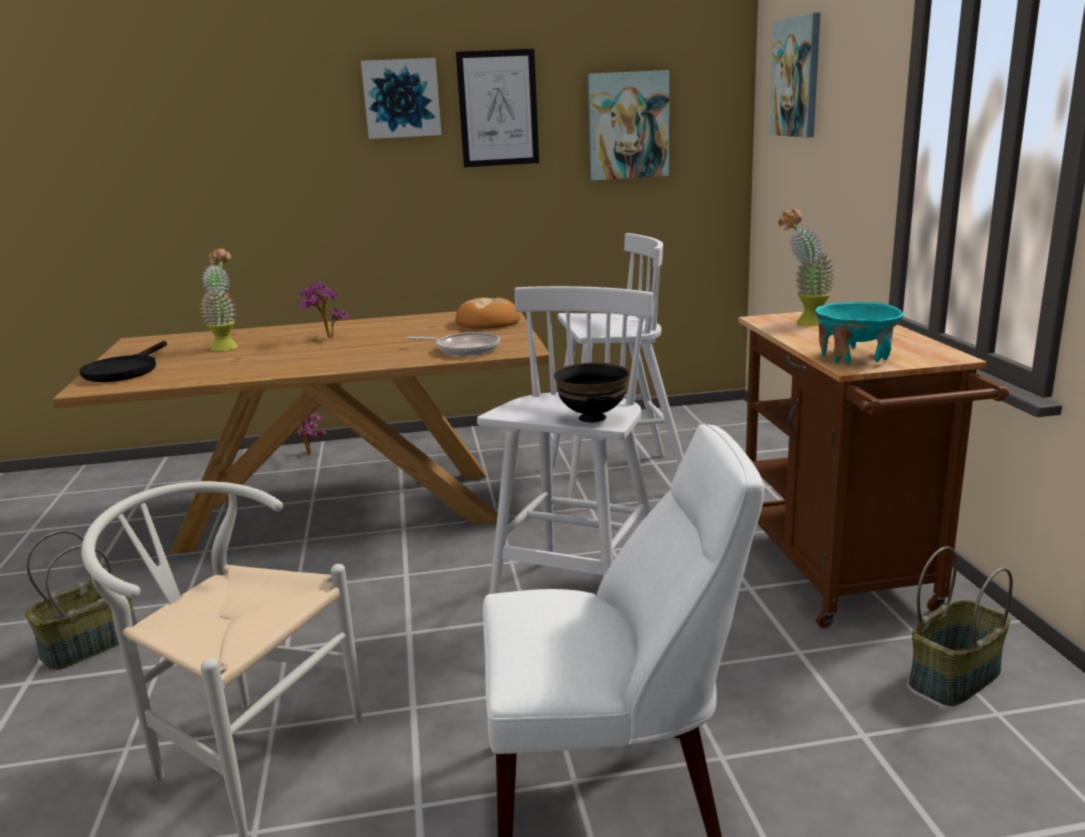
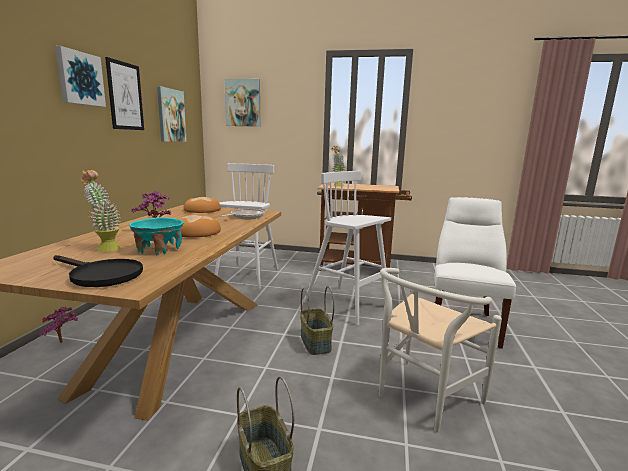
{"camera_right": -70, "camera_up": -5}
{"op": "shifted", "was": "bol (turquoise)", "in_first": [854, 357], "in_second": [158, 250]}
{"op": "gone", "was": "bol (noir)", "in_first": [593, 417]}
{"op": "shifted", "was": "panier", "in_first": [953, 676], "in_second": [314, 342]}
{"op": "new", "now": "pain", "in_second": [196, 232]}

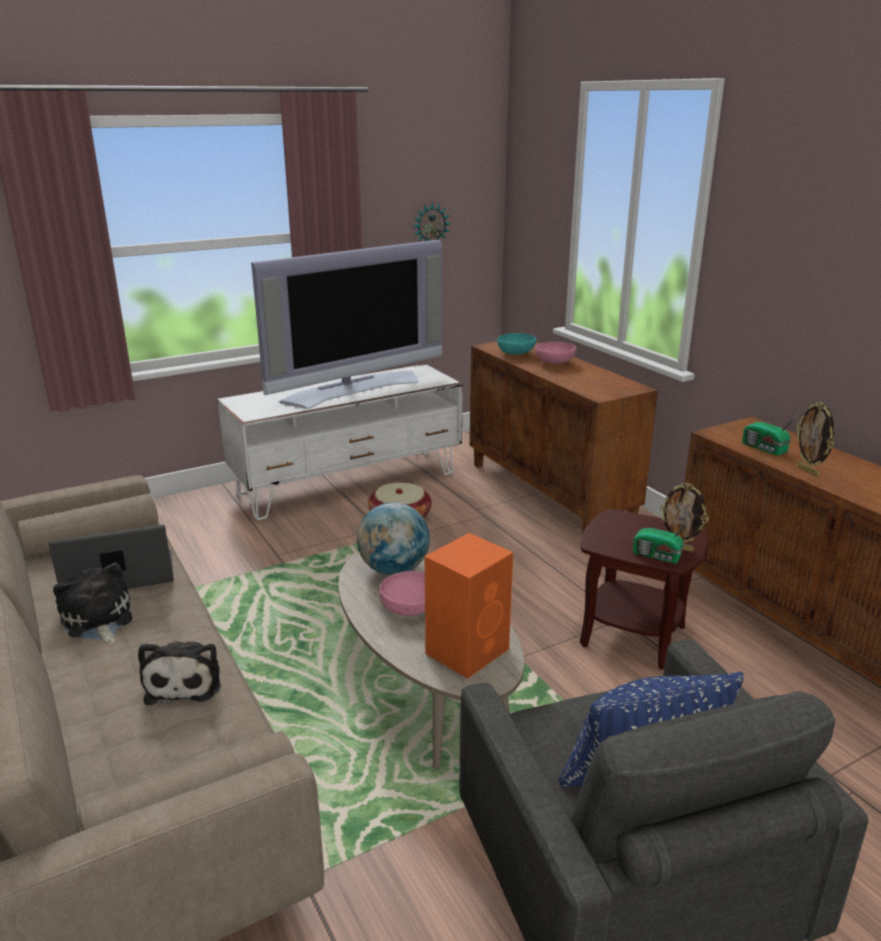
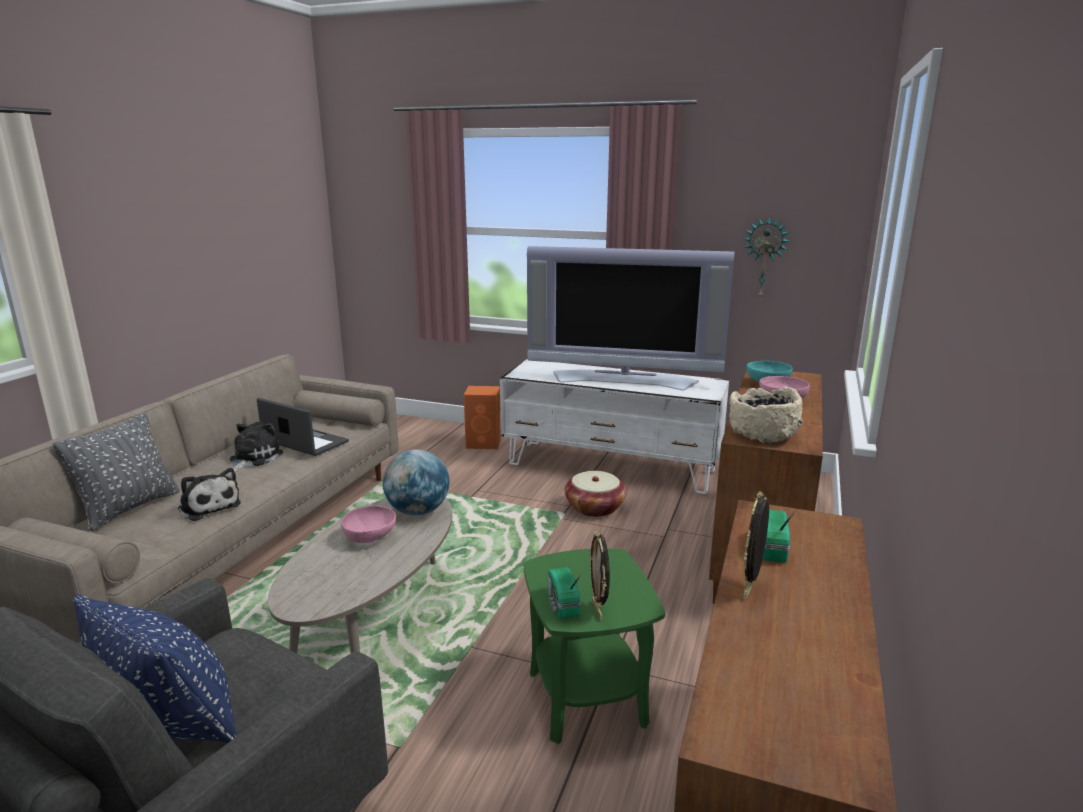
{"camera_right": 50, "camera_up": -5}
{"op": "repainted", "was": "table d'appoint (marron)", "now": "table d'appoint (vert)", "in_first": [633, 634], "in_second": [588, 697]}
{"op": "shifted", "was": "enceinte (orange)", "in_first": [468, 650], "in_second": [484, 443]}
{"op": "rotated", "was": "peluche", "in_first": [185, 682], "in_second": [208, 506], "clockwise": -90}
{"op": "new", "now": "bol (beige)", "in_second": [762, 435]}
{"op": "new", "now": "coussin (gris)", "in_second": [129, 508]}

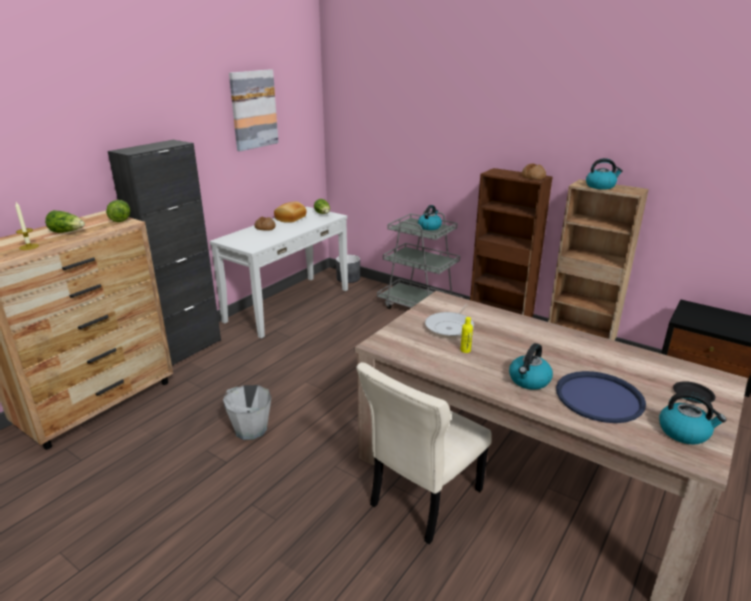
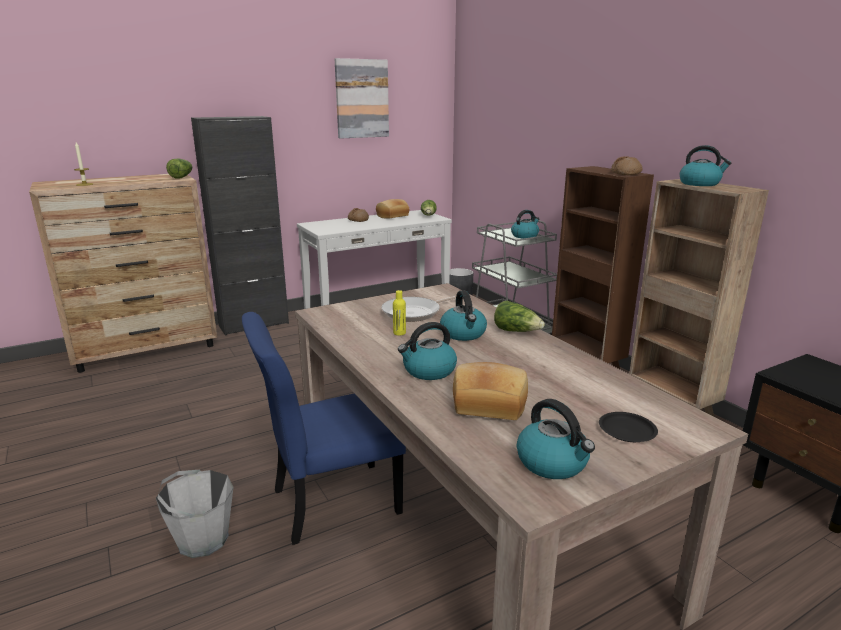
{"camera_right": 25, "camera_up": -5}
{"op": "shifted", "was": "laitue", "in_first": [67, 232], "in_second": [516, 331]}
{"op": "repainted", "was": "chaise (beige)", "now": "chaise (bleu)", "in_first": [423, 499], "in_second": [330, 502]}
{"op": "swapped", "was": "plateau (bleu)", "now": "pain", "in_first": [599, 397], "in_second": [489, 403]}
{"op": "shifted", "was": "seau (gris)", "in_first": [250, 429], "in_second": [202, 539]}
{"op": "new", "now": "bouilloire", "in_second": [463, 334]}

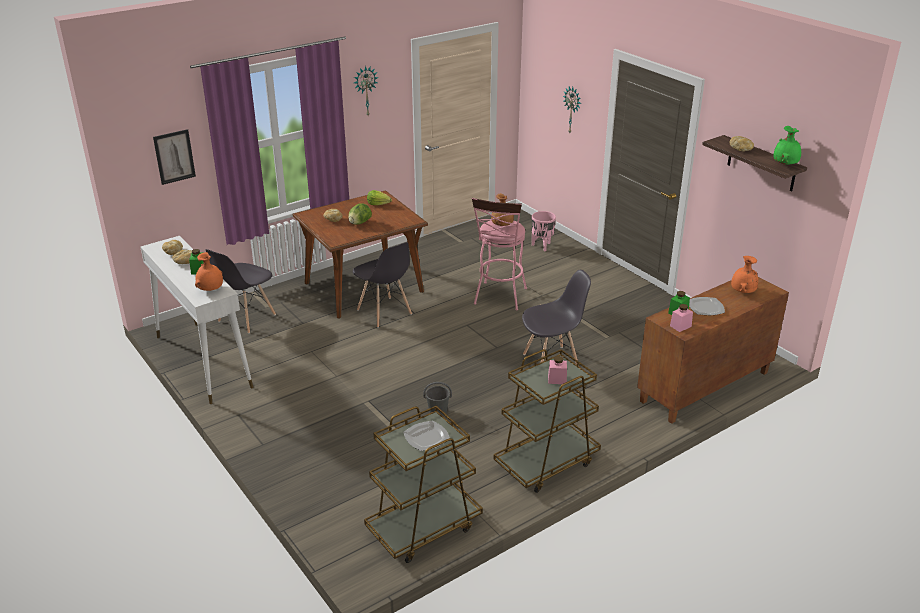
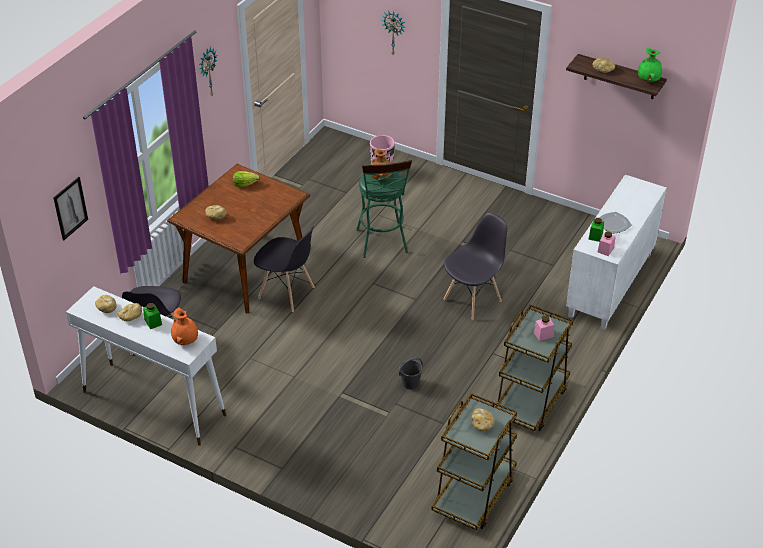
{"camera_right": -25, "camera_up": 10}
{"op": "repainted", "was": "tabouret (rose)", "now": "tabouret (vert)", "in_first": [499, 298], "in_second": [382, 244]}
{"op": "gone", "was": "laitue", "in_first": [359, 223]}
{"op": "gone", "was": "vase (orange)", "in_first": [742, 291]}
{"op": "repainted", "was": "meuble de rangement (marron)", "now": "meuble de rangement (blanc)", "in_first": [704, 388], "in_second": [610, 286]}
{"op": "swapped", "was": "assiette", "now": "pain", "in_first": [427, 437], "in_second": [482, 424]}

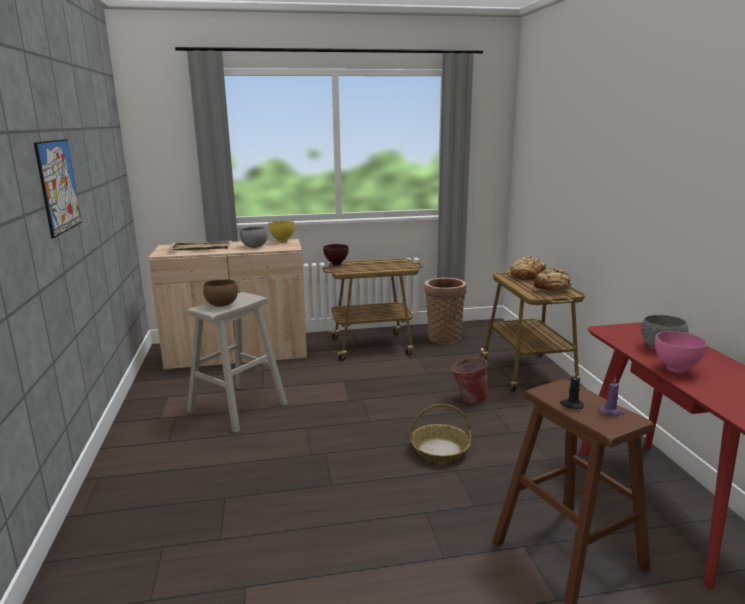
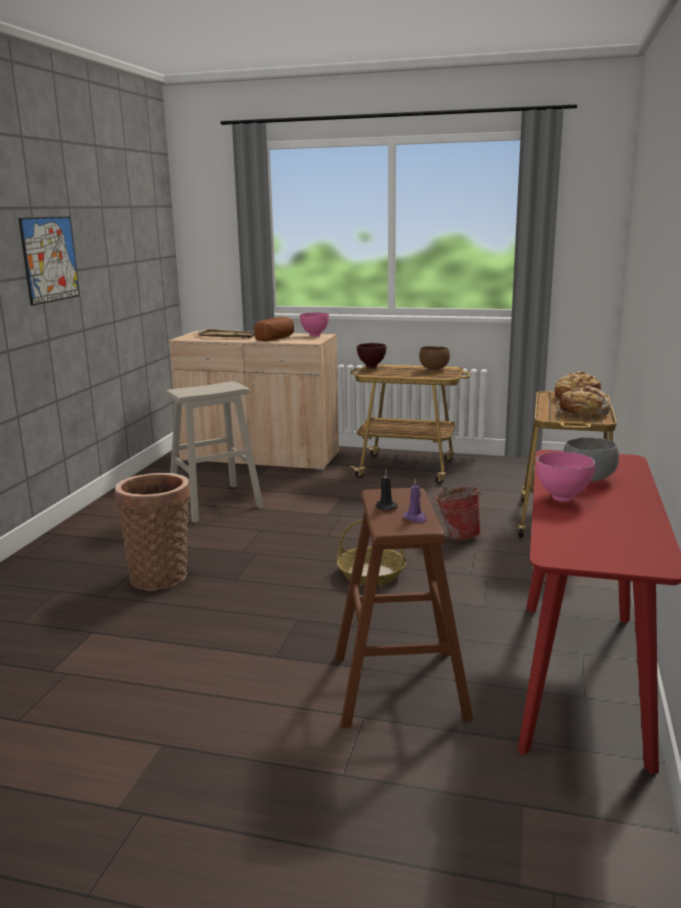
{"camera_right": 25, "camera_up": 0}
{"op": "repainted", "was": "bol (jaune)", "now": "bol (rose)", "in_first": [282, 241], "in_second": [314, 335]}
{"op": "swapped", "was": "bol (gris)", "now": "pain", "in_first": [254, 247], "in_second": [277, 338]}
{"op": "shifted", "was": "panier", "in_first": [443, 337], "in_second": [161, 576]}
{"op": "shifted", "was": "bol (marron)", "in_first": [221, 305], "in_second": [433, 369]}

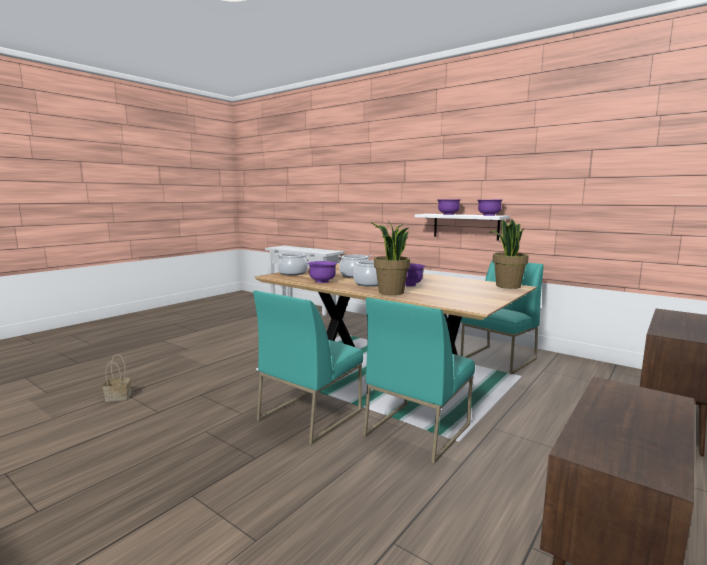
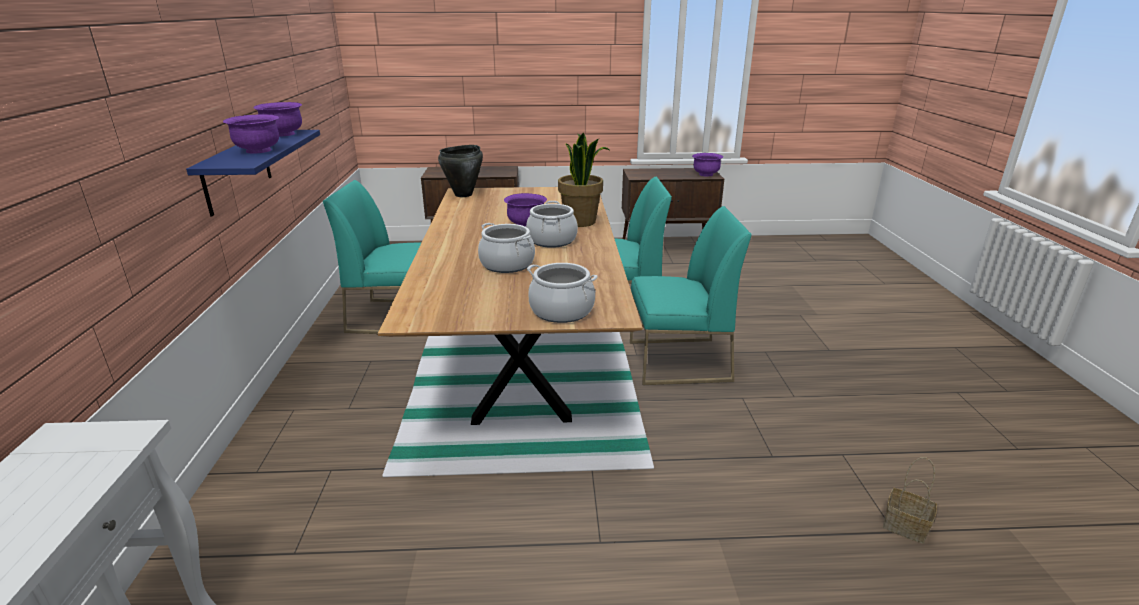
{"camera_right": -130, "camera_up": 15}
{"op": "repainted", "was": "étagère (blanc)", "now": "étagère (bleu)", "in_first": [465, 226], "in_second": [237, 171]}
{"op": "swapped", "was": "plante en pot", "now": "marmite (noir)", "in_first": [507, 286], "in_second": [464, 195]}
{"op": "shifted", "was": "bol (violet)", "in_first": [322, 281], "in_second": [705, 174]}

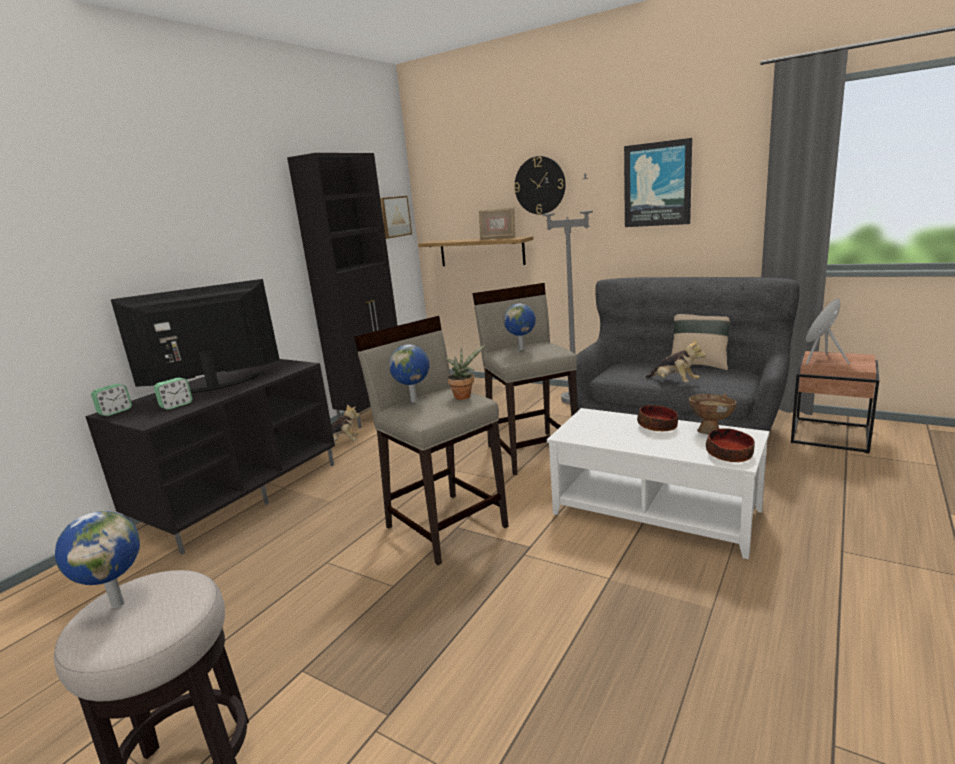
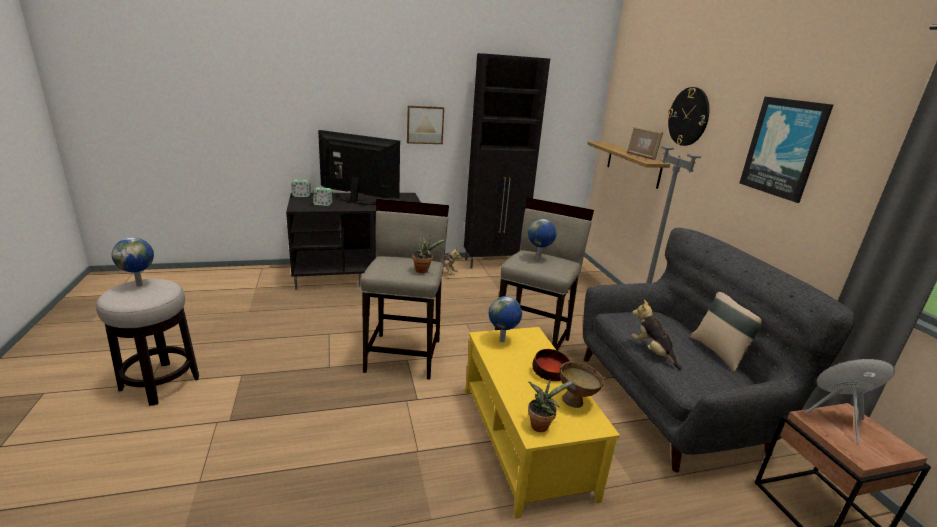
{"camera_right": 40, "camera_up": 5}
{"op": "shifted", "was": "tableau", "in_first": [394, 217], "in_second": [425, 125]}
{"op": "rotated", "was": "peluche", "in_first": [674, 382], "in_second": [652, 352], "clockwise": 150}
{"op": "shifted", "was": "globe", "in_first": [415, 401], "in_second": [502, 341]}
{"op": "repainted", "was": "table basse (blanc)", "now": "table basse (jaune)", "in_first": [655, 511], "in_second": [526, 439]}
{"op": "swapped", "was": "bol", "now": "plante en pot", "in_first": [729, 455], "in_second": [541, 425]}

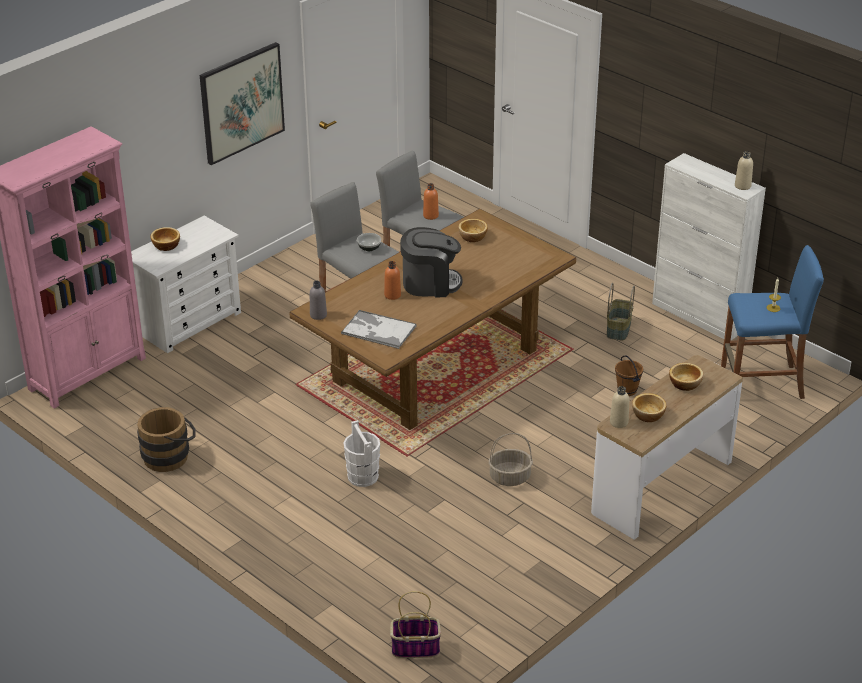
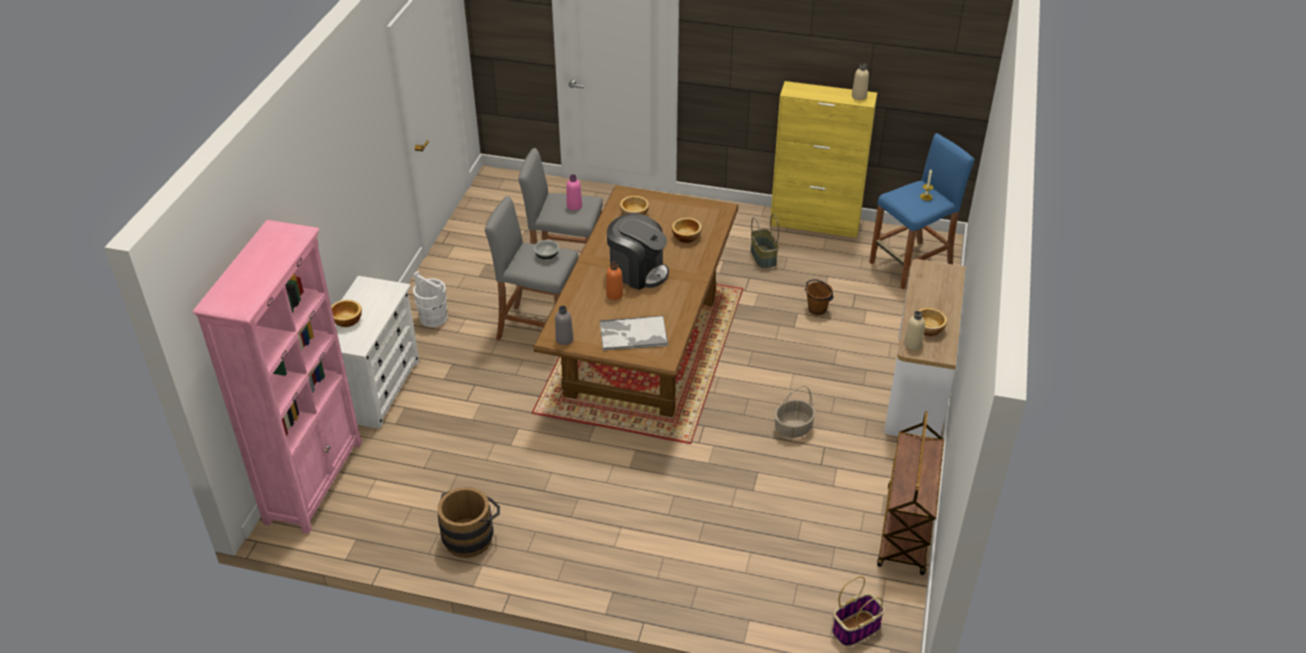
{"camera_right": -30, "camera_up": 5}
{"op": "gone", "was": "tableau", "in_first": [241, 102]}
{"op": "repainted", "was": "meuble de rangement (blanc)", "now": "meuble de rangement (jaune)", "in_first": [699, 316], "in_second": [815, 223]}
{"op": "repainted", "was": "bouteille (orange)", "now": "bouteille (rose)", "in_first": [430, 216], "in_second": [574, 206]}
{"op": "rotated", "was": "machine à café", "in_first": [430, 283], "in_second": [637, 271], "clockwise": 60}
{"op": "shifted", "was": "bol", "in_first": [685, 383], "in_second": [686, 236]}
{"op": "shifted", "was": "seau (blanc)", "in_first": [363, 476], "in_second": [433, 318]}
{"op": "new", "now": "chariot (marron)", "in_second": [905, 531]}

